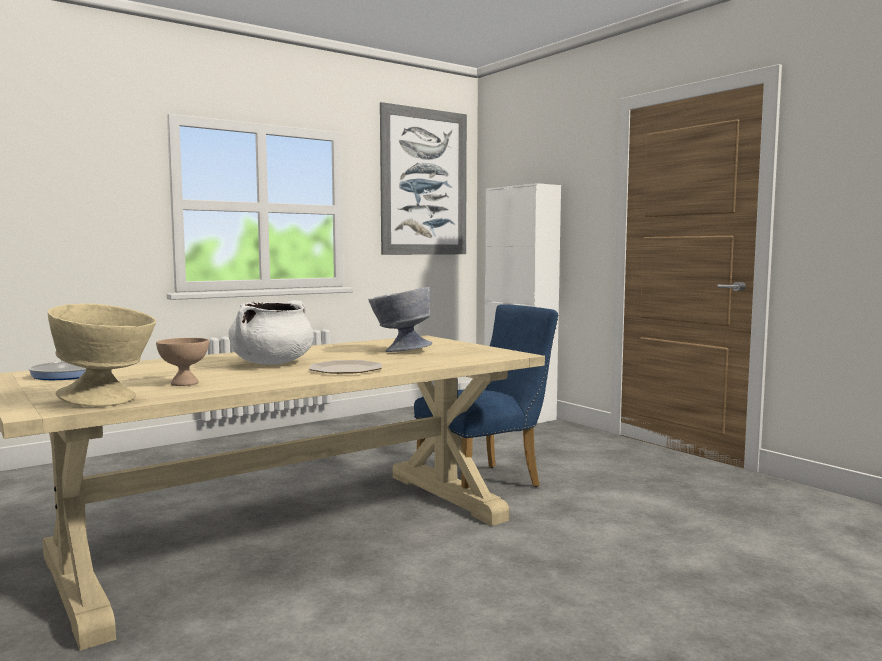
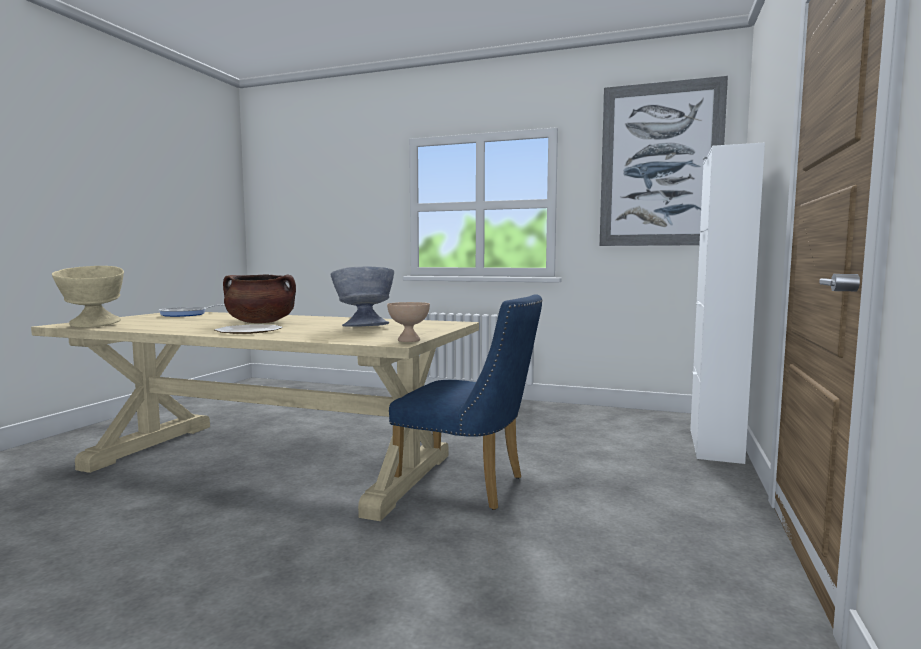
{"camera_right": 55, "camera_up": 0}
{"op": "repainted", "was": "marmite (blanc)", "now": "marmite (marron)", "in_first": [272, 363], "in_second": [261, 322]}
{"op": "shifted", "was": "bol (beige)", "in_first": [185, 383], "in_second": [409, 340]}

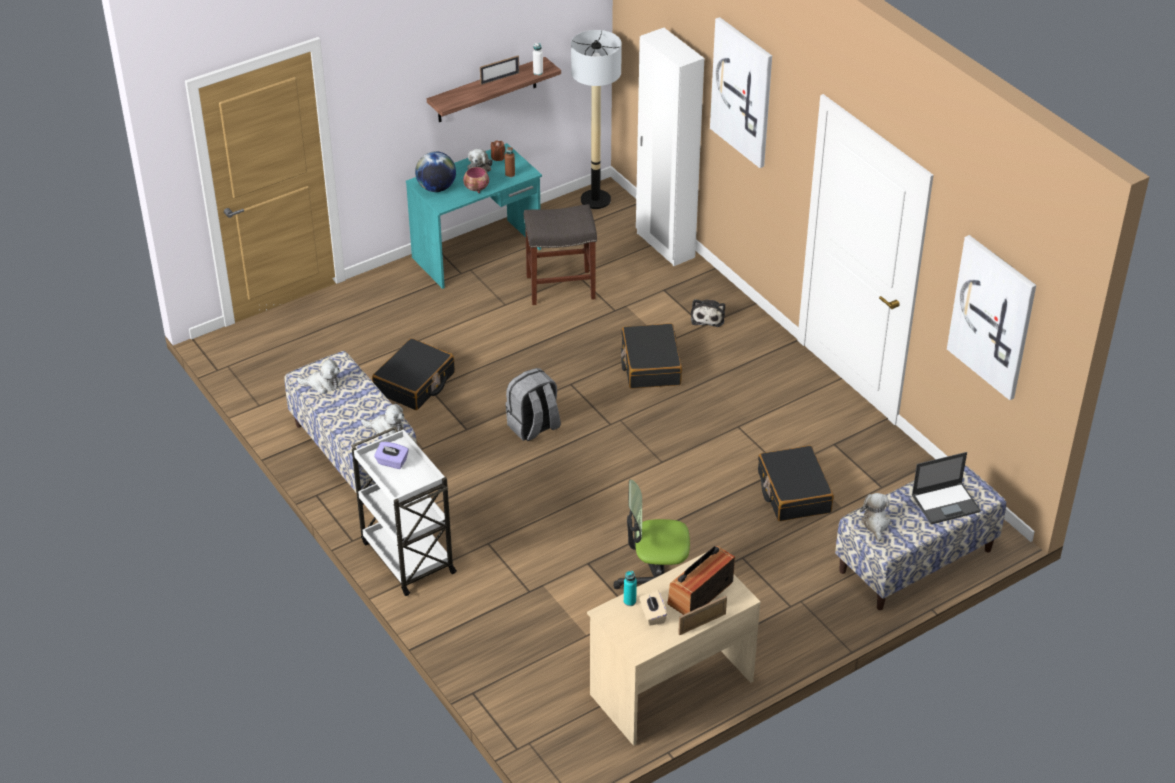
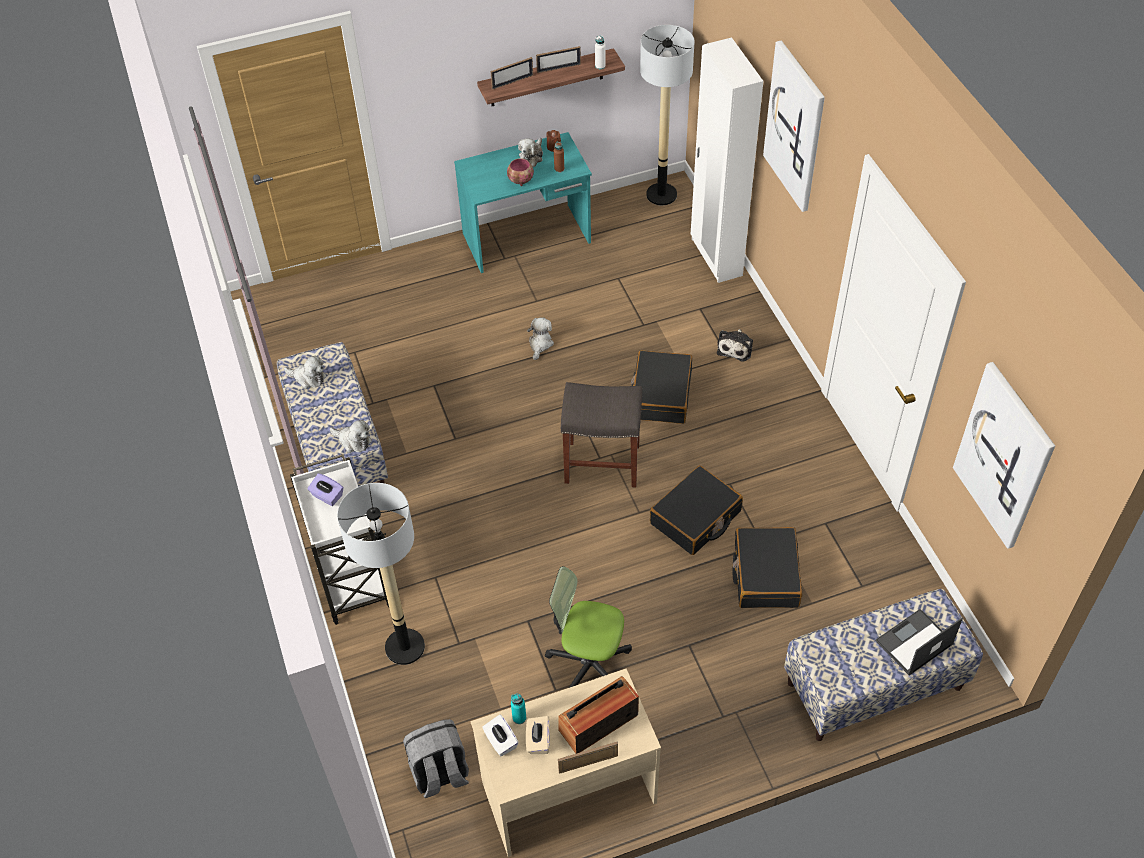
{"camera_right": 15, "camera_up": 10}
{"op": "gone", "was": "globe", "in_first": [436, 188]}
{"op": "shifted", "was": "tabouret (gris)", "in_first": [559, 287], "in_second": [601, 464]}
{"op": "shifted", "was": "valise (noir)", "in_first": [415, 383], "in_second": [695, 518]}
{"op": "shifted", "was": "sac à dos (gris)", "in_first": [533, 427], "in_second": [440, 774]}
{"op": "rotated", "was": "ordinateur portable", "in_first": [946, 503], "in_second": [913, 643], "clockwise": 150}
{"op": "shifted", "was": "peluche", "in_first": [875, 524], "in_second": [540, 344]}
{"op": "new", "now": "cadre photo", "in_second": [512, 82]}
{"op": "new", "now": "lampadaire", "in_second": [405, 647]}
{"op": "new", "now": "boîte à mouchoirs (blanc)", "in_second": [501, 741]}

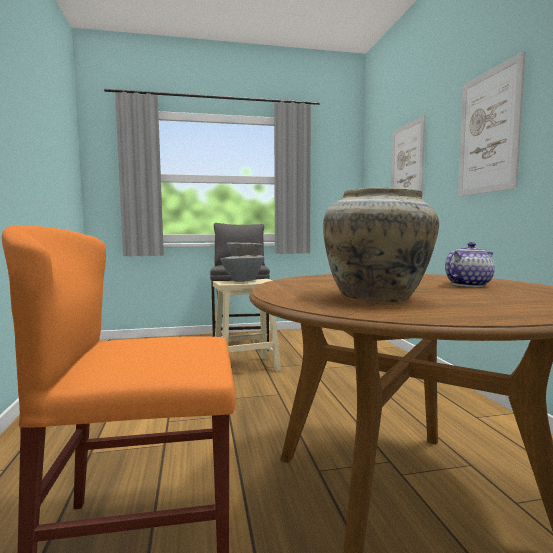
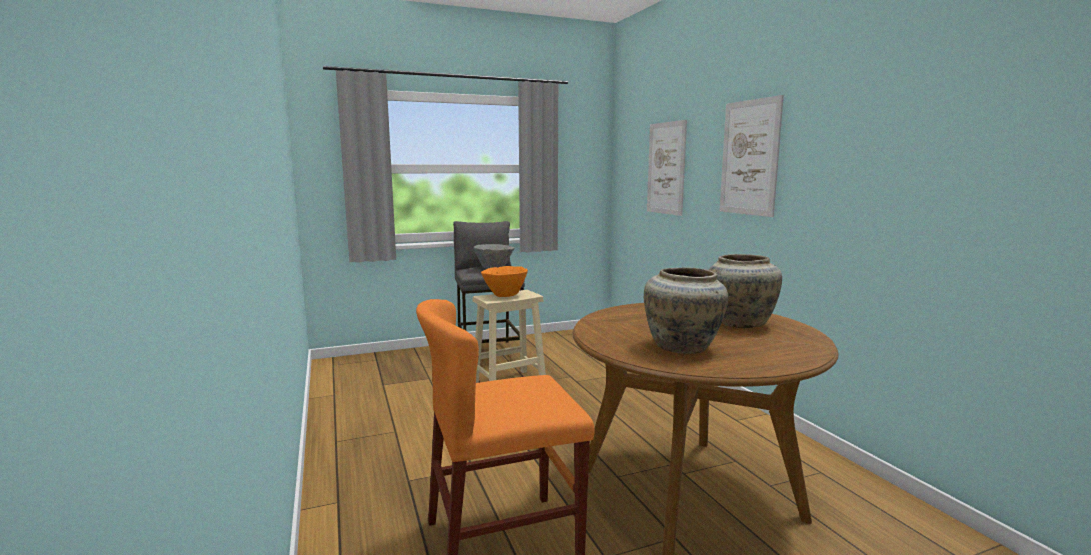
{"camera_right": -10, "camera_up": 5}
{"op": "swapped", "was": "théière", "now": "vase (beige)", "in_first": [468, 285], "in_second": [740, 323]}
{"op": "repainted", "was": "bol (gris)", "now": "bol (orange)", "in_first": [242, 281], "in_second": [504, 295]}

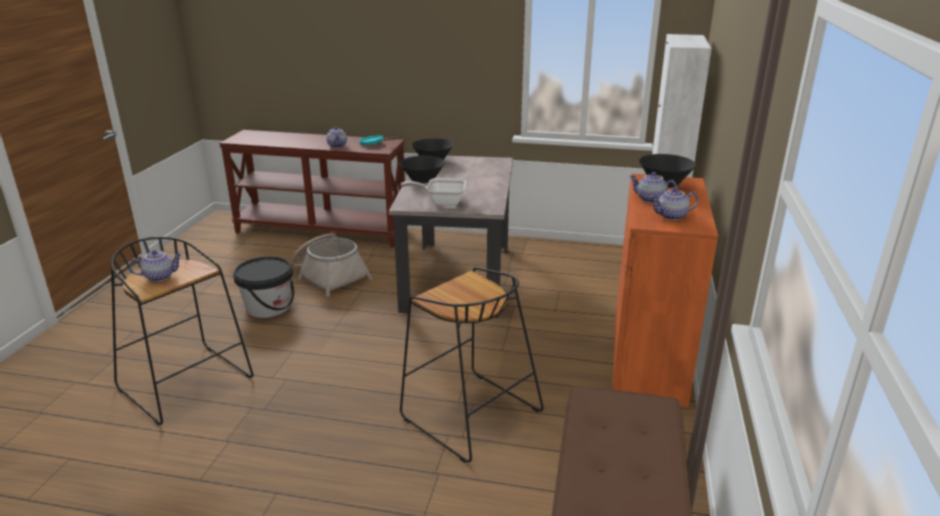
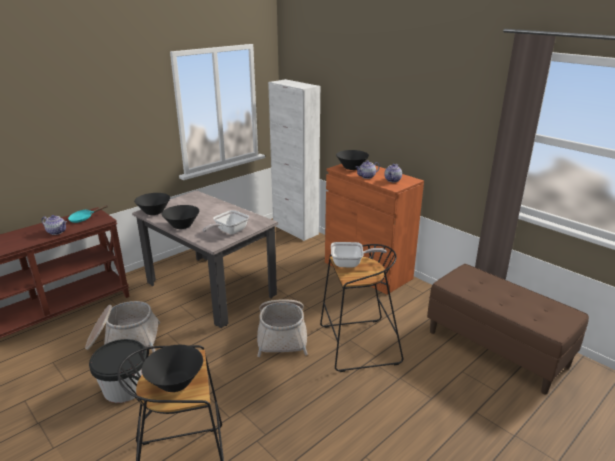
{"camera_right": -55, "camera_up": 0}
{"op": "swapped", "was": "théière", "now": "bol (noir)", "in_first": [160, 276], "in_second": [175, 383]}
{"op": "new", "now": "poêle", "in_second": [350, 264]}
{"op": "new", "now": "panier", "in_second": [282, 335]}

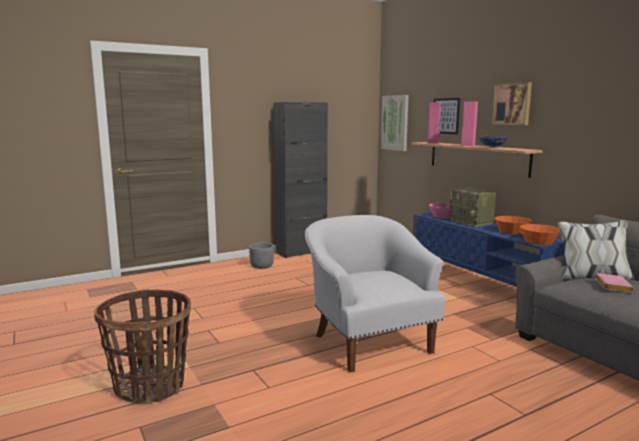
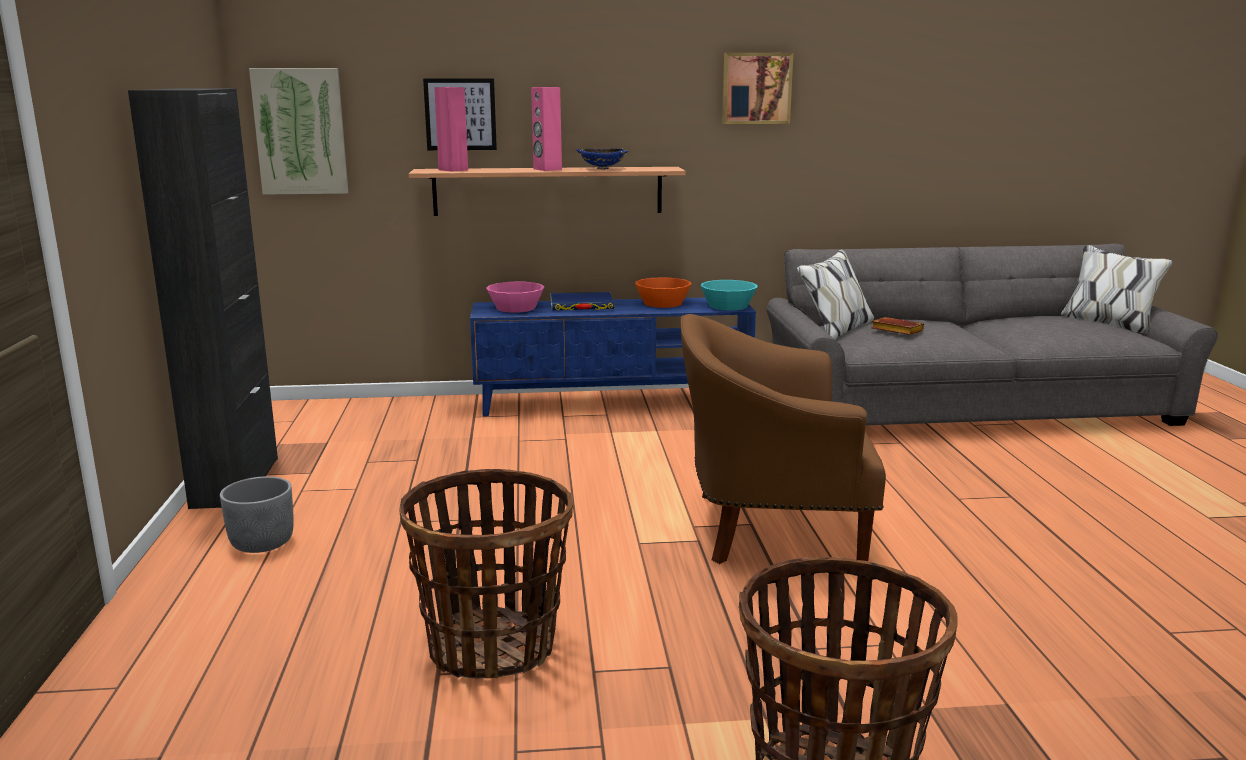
{"camera_right": -65, "camera_up": 5}
{"op": "shifted", "was": "tableau", "in_first": [512, 104], "in_second": [756, 88]}
{"op": "swapped", "was": "radio", "now": "livre (bleu)", "in_first": [471, 222], "in_second": [581, 305]}
{"op": "repainted", "was": "fauteuil (blanc)", "now": "fauteuil (marron)", "in_first": [370, 342], "in_second": [768, 528]}
{"op": "repainted", "was": "bol (orange)", "now": "bol (turquoise)", "in_first": [538, 241], "in_second": [728, 306]}
{"op": "repainted", "was": "livre (rose)", "now": "livre (marron)", "in_first": [611, 286], "in_second": [895, 331]}
{"op": "new", "now": "panier", "in_second": [492, 647]}

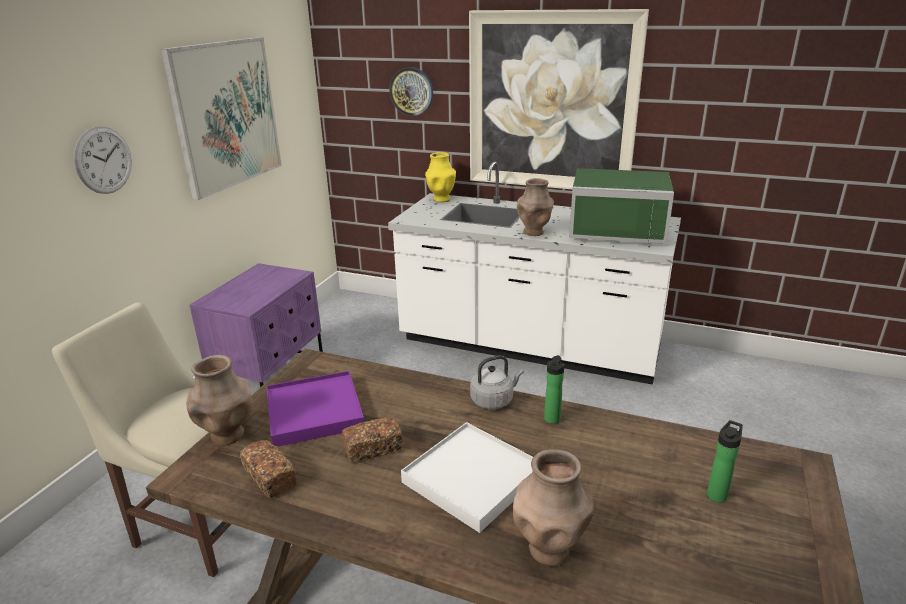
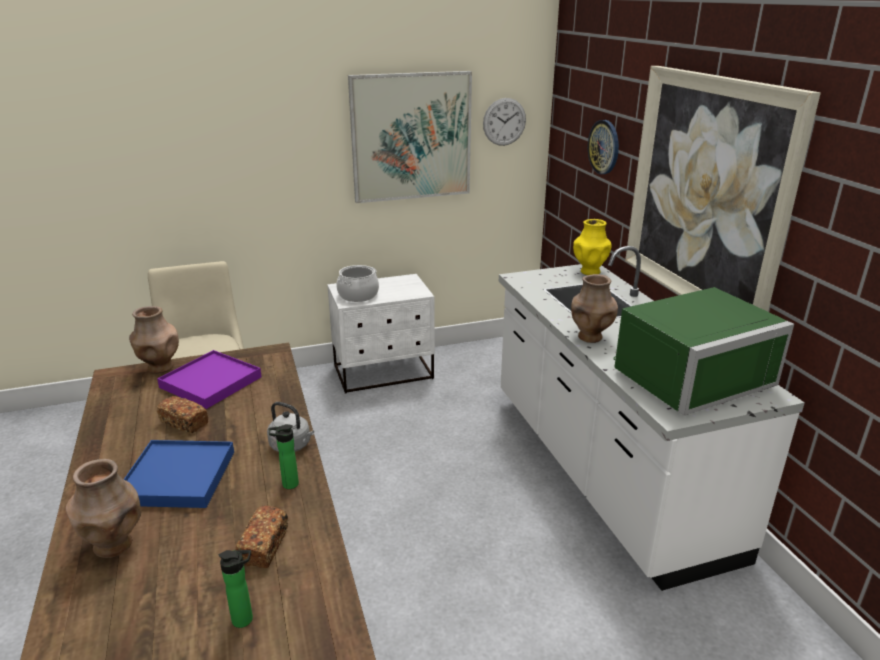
{"camera_right": 50, "camera_up": 0}
{"op": "shifted", "was": "horloge murale", "in_first": [103, 160], "in_second": [504, 122]}
{"op": "rotated", "was": "micro-ondes (vert)", "in_first": [617, 228], "in_second": [686, 375], "clockwise": -90}
{"op": "repainted", "was": "table de chevet (violet)", "now": "table de chevet (blanc)", "in_first": [272, 376], "in_second": [384, 372]}
{"op": "repainted", "was": "plateau (blanc)", "now": "plateau (bleu)", "in_first": [472, 478], "in_second": [178, 477]}
{"op": "shifted", "was": "pain", "in_first": [270, 478], "in_second": [264, 546]}
{"op": "new", "now": "marmite", "in_second": [358, 295]}

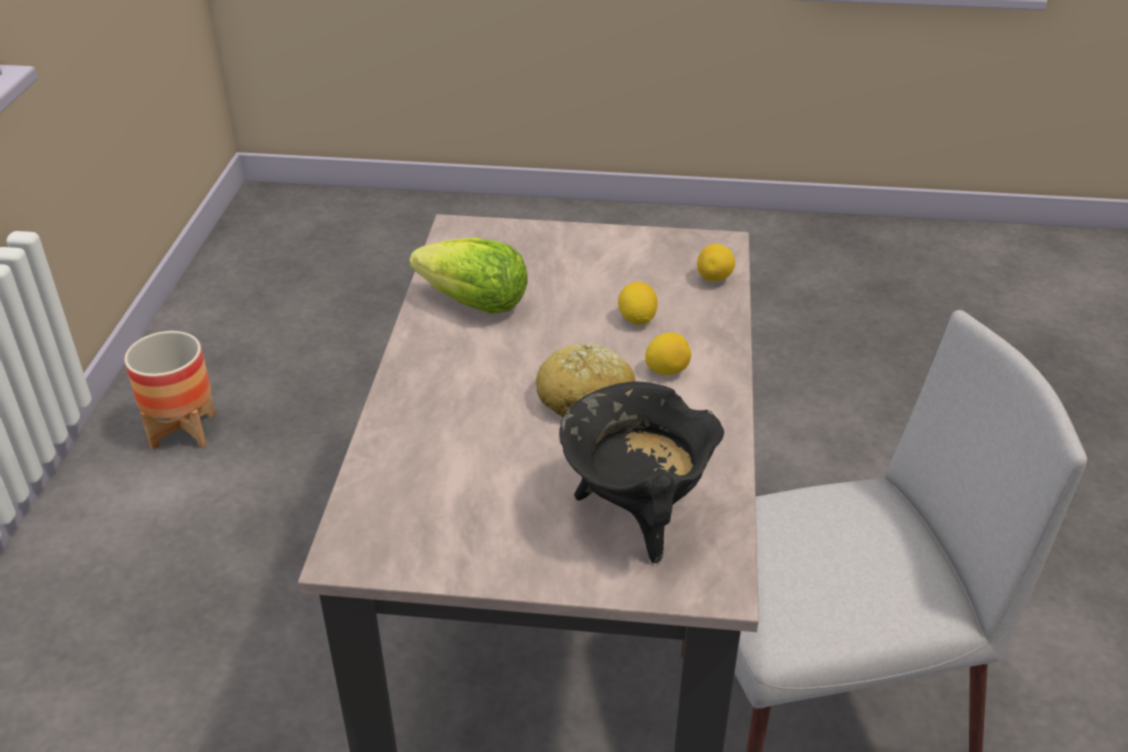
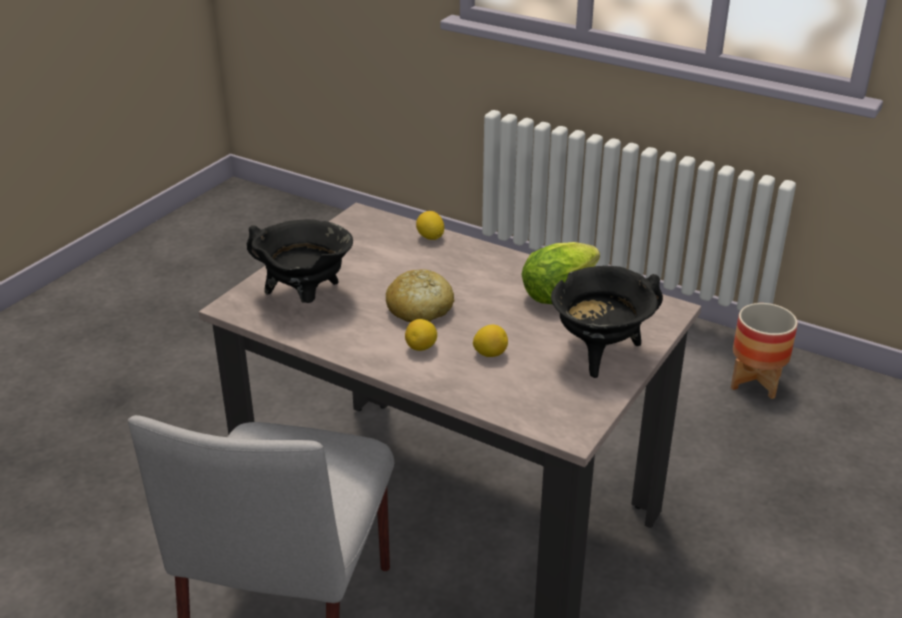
{"camera_right": 115, "camera_up": -5}
{"op": "shifted", "was": "citron", "in_first": [714, 278], "in_second": [430, 237]}
{"op": "new", "now": "marmite (noir)", "in_second": [599, 353]}

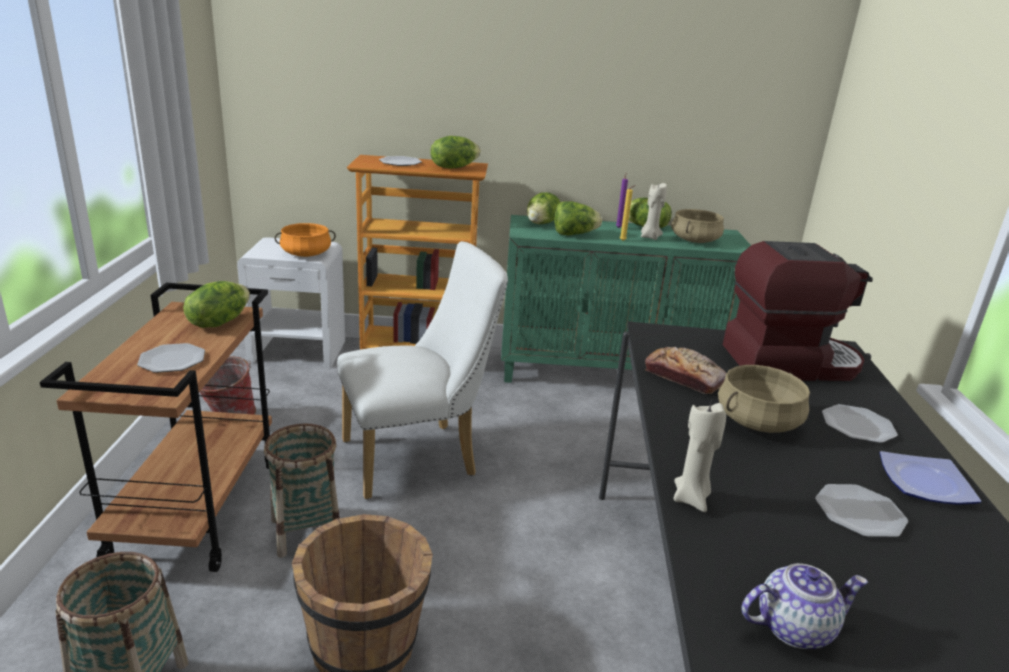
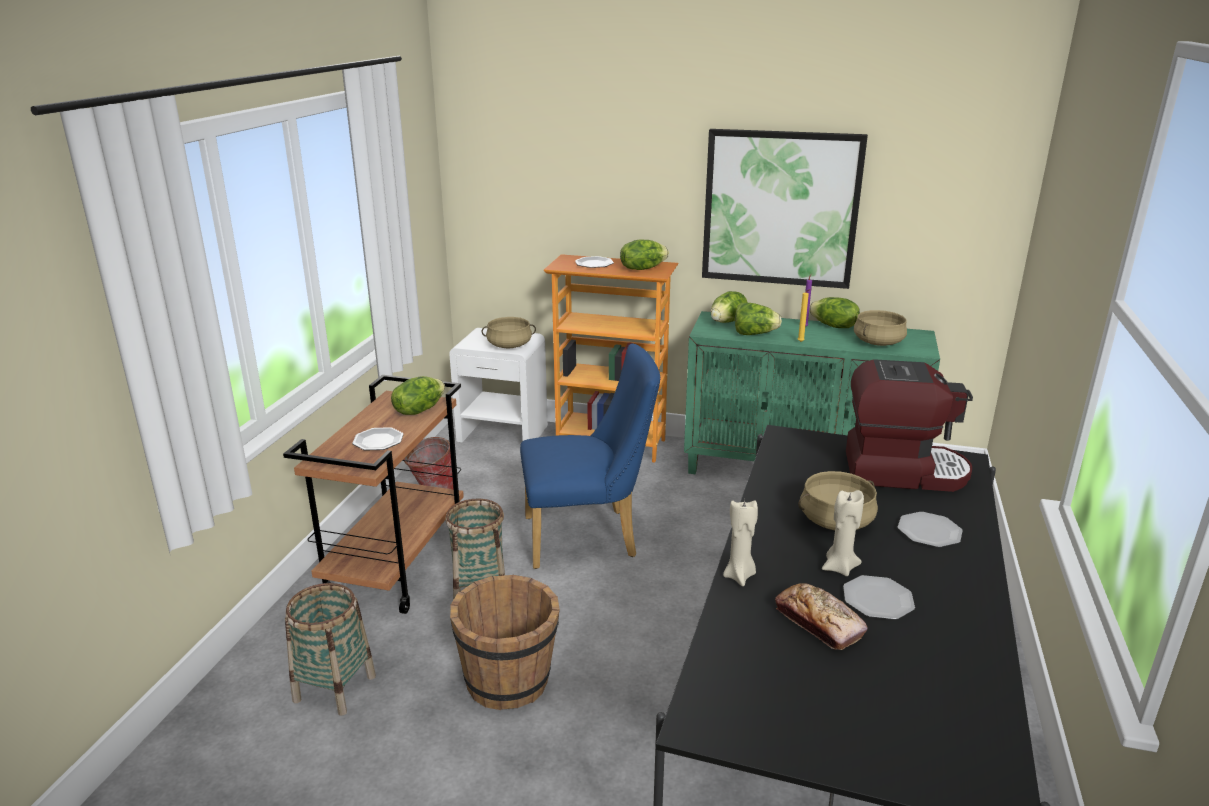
{"camera_right": 15, "camera_up": 0}
{"op": "shifted", "was": "bougie (beige)", "in_first": [650, 237], "in_second": [839, 567]}
{"op": "repainted", "was": "marmite (orange)", "now": "marmite (beige)", "in_first": [306, 254], "in_second": [509, 345]}
{"op": "repainted", "was": "chaise (blanc)", "now": "chaise (bleu)", "in_first": [419, 457], "in_second": [589, 537]}
{"op": "shifted", "was": "pain", "in_first": [684, 377], "in_second": [819, 623]}
{"op": "gone", "was": "assiette", "in_first": [927, 484]}
{"op": "gone", "was": "théière", "in_first": [794, 627]}
{"op": "new", "now": "tableau", "in_second": [780, 208]}

